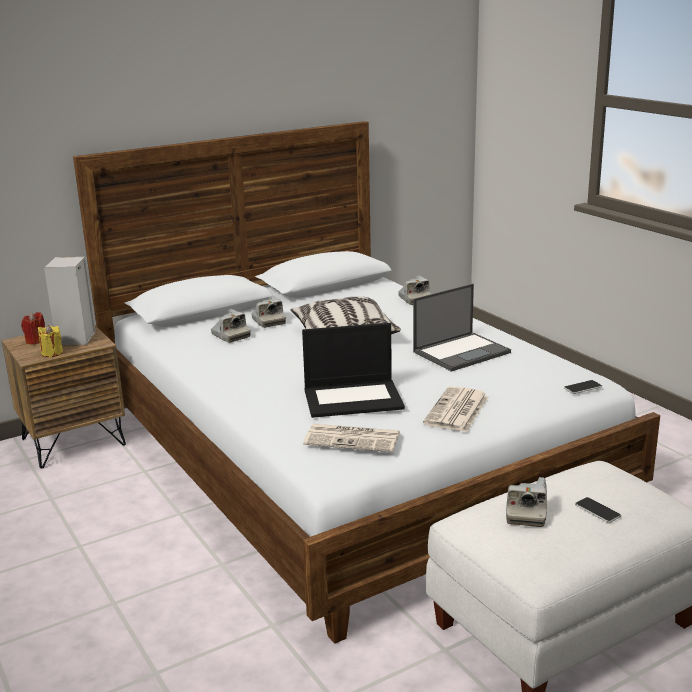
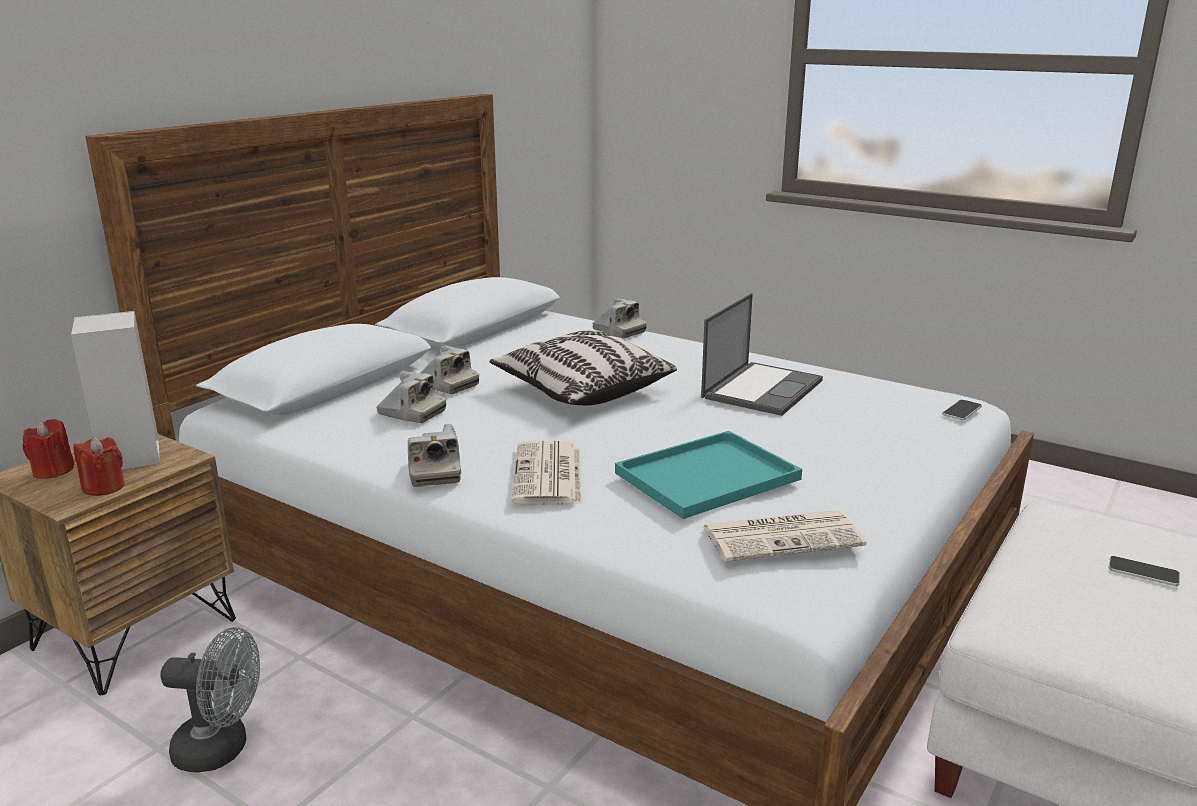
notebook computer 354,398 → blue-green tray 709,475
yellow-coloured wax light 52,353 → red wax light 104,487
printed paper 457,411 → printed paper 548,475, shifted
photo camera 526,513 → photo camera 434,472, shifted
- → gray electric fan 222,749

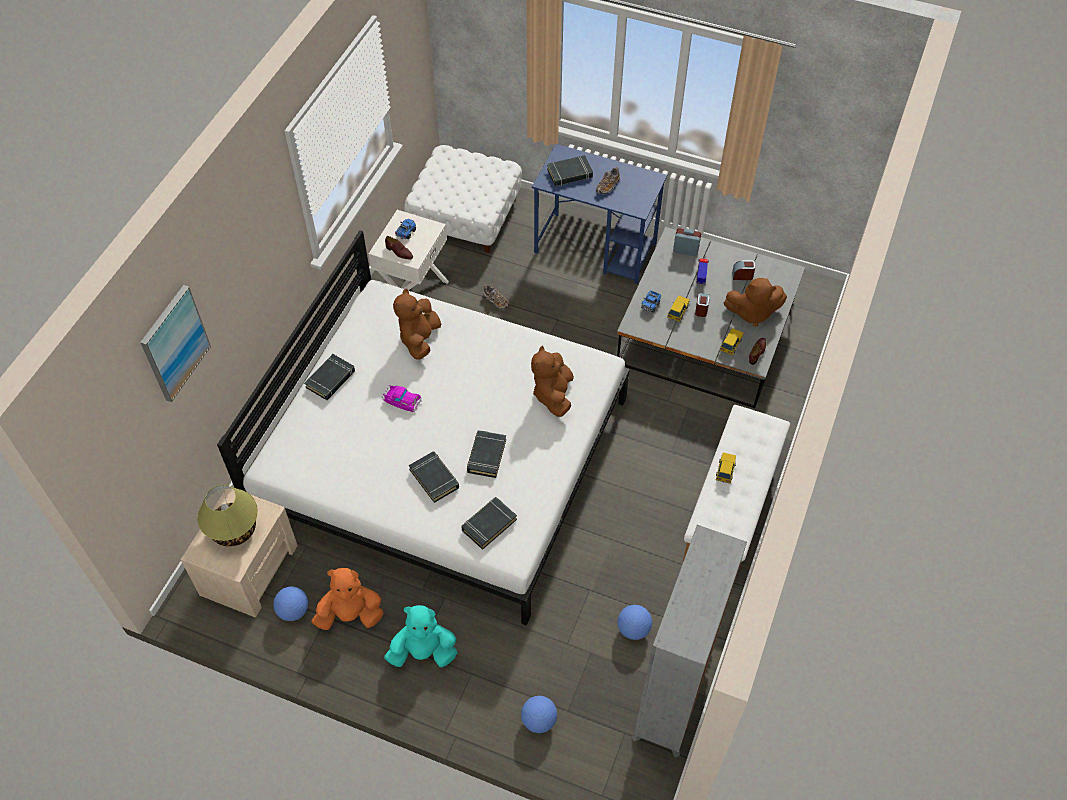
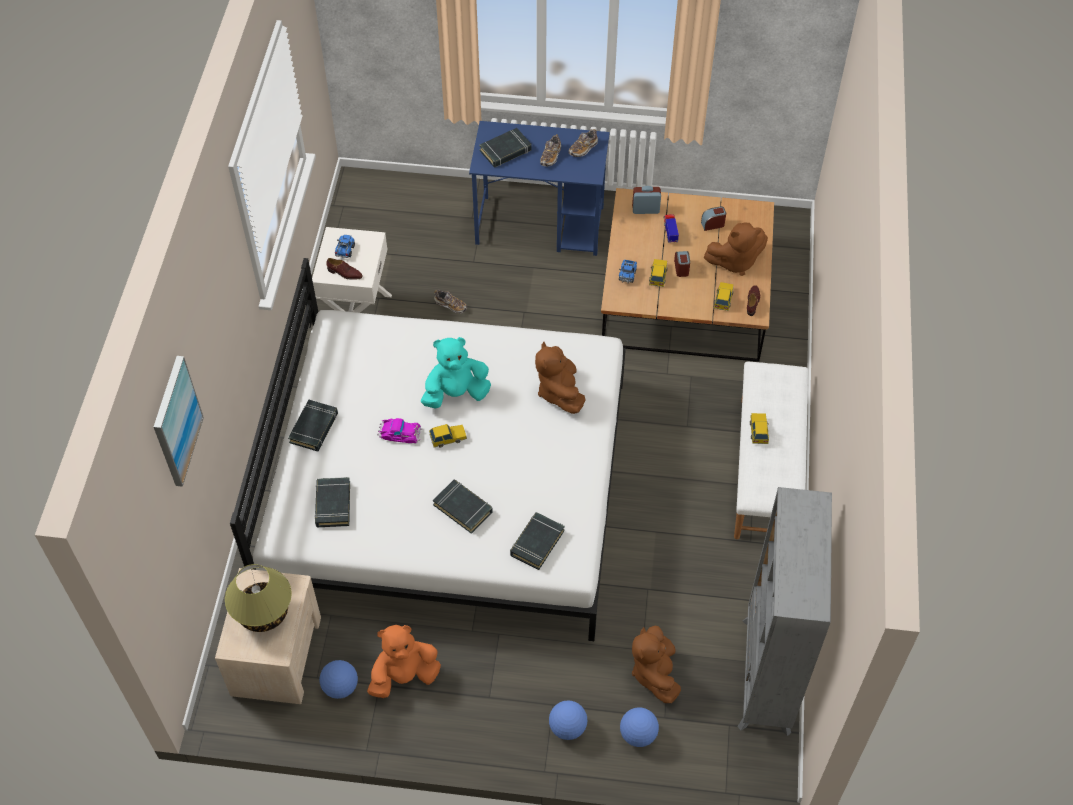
white ottoman 465,214 → -
gray low table 706,332 → brownish low table 685,292
brownish plush toy 419,339 → brownish plush toy 655,673, shifted
blackish bound book 486,456 → blackish bound book 333,504, shifted
blue-green plush toy 423,652 → blue-green plush toy 456,393, shifted
football 633,629 → football 567,727, shifted
- → low shoe 583,148
- → toy car 448,438

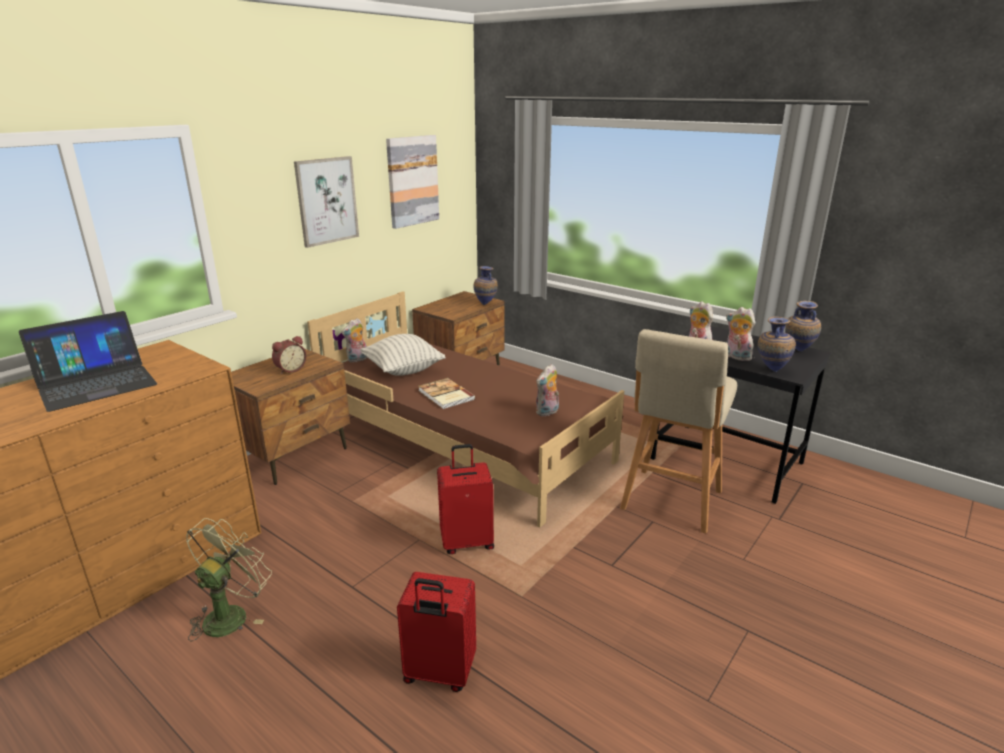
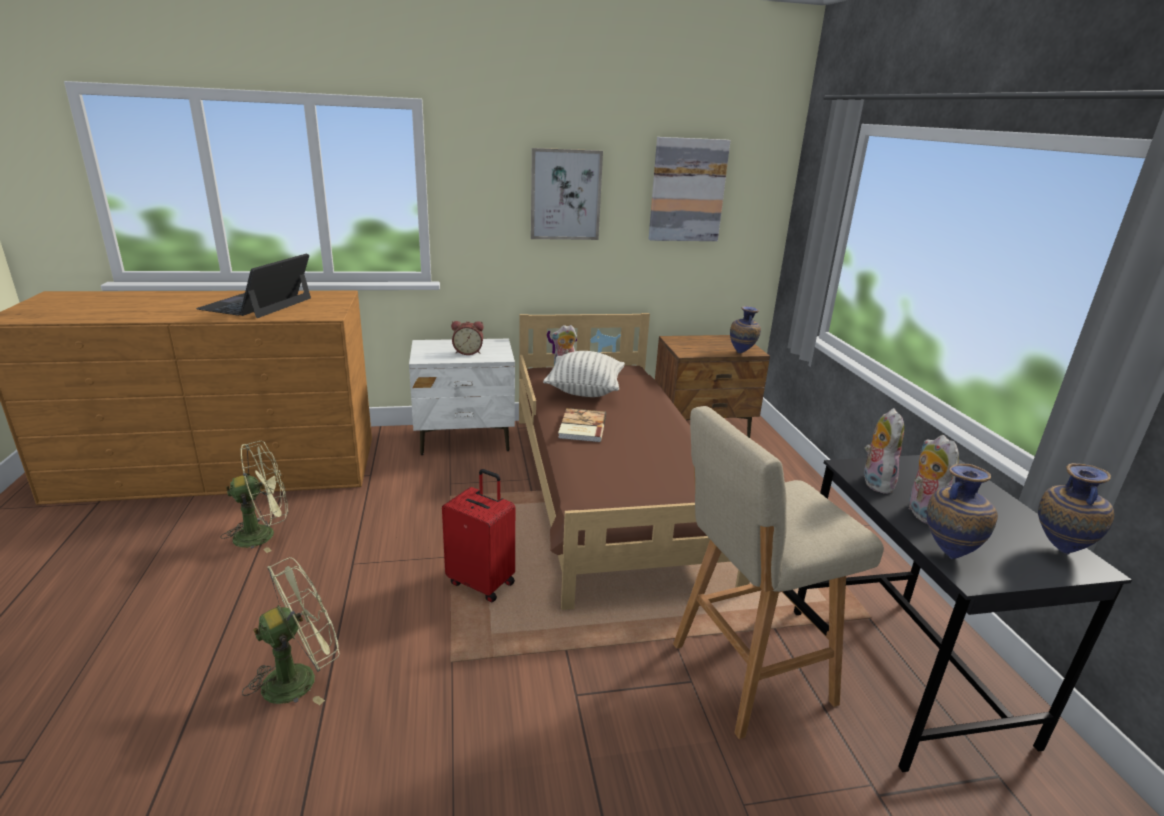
notebook computer 96,383 → notebook computer 257,304, 105 degrees clockwise
brownish night table 295,455 → white night table 465,439
plush toy 547,412 → -
red suitcase 439,673 → green electric fan 300,677

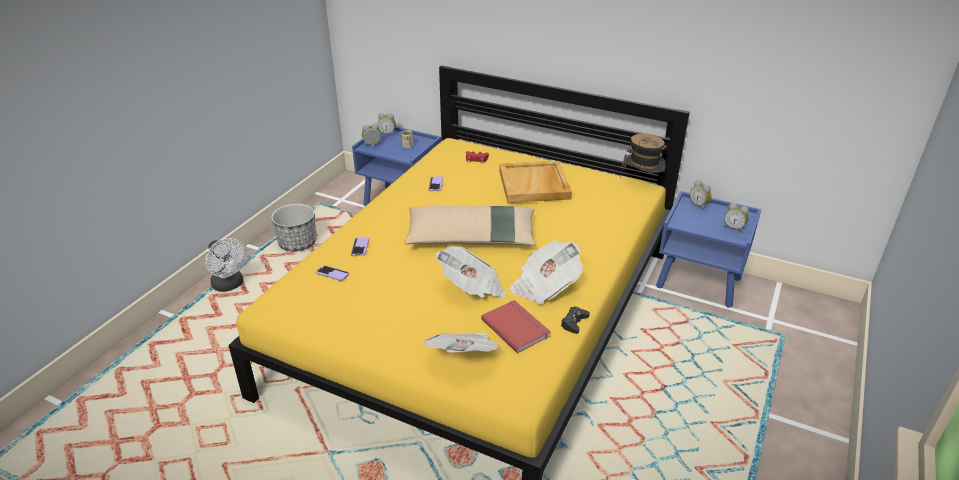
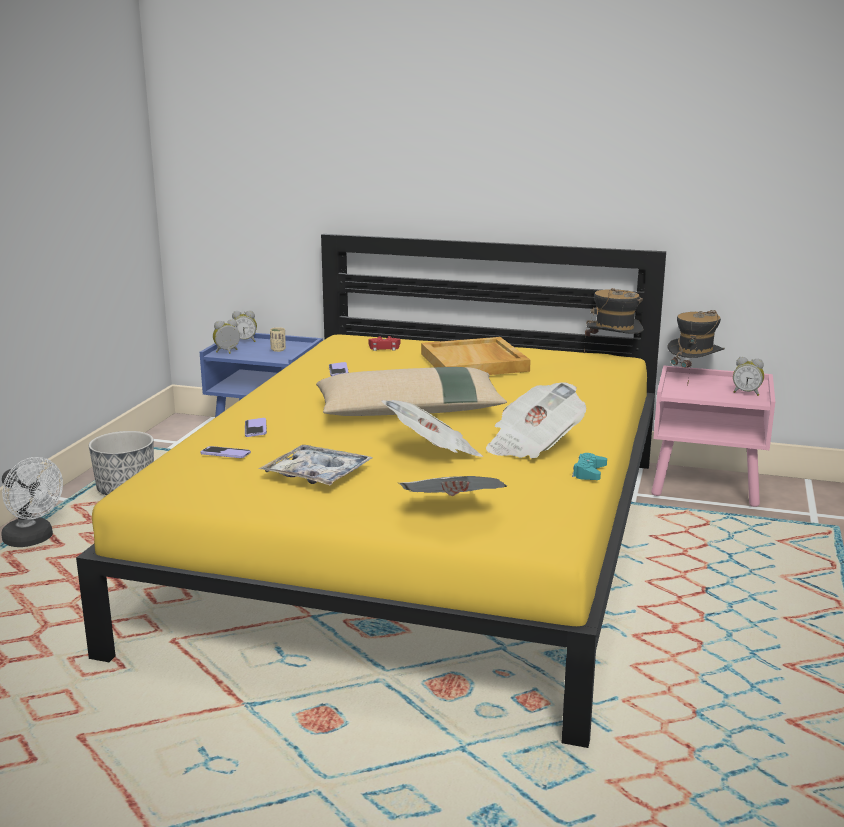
alarm clock 699,205 → wearable hat 693,377
bluish night table 699,283 → pinkish night table 707,487
red bound book 517,327 → -
blackish joypad 574,323 → blue-green joypad 589,472
- → tray 317,475

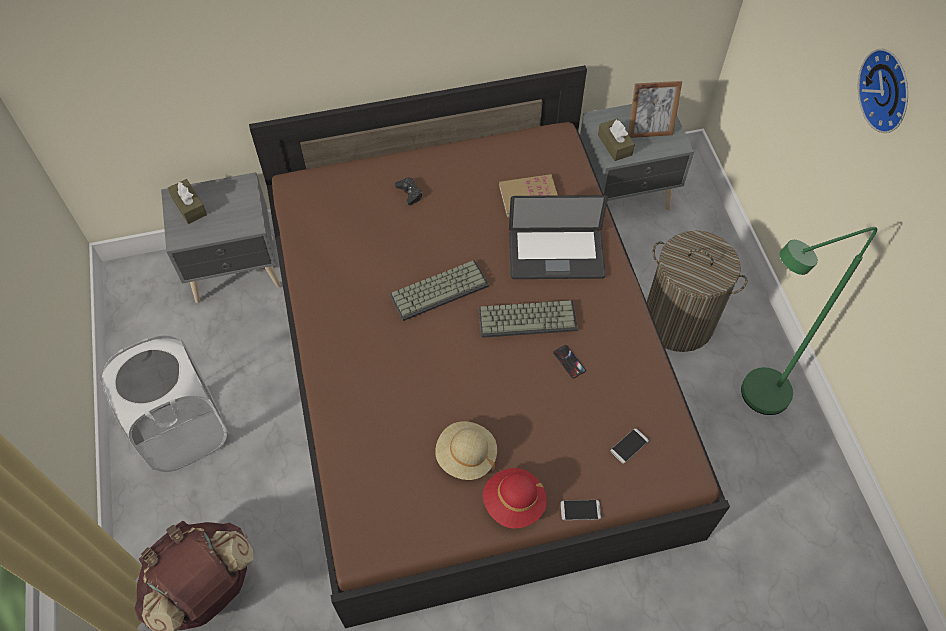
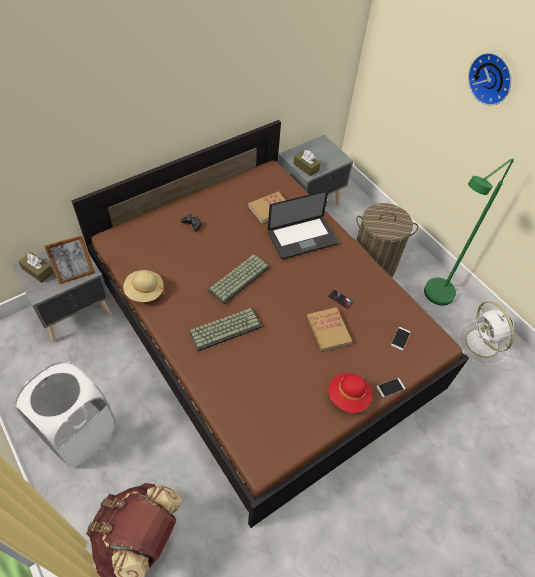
picture frame 649,131 → picture frame 76,274, shifted
computer keyboard 528,318 → computer keyboard 225,328, shifted
beige-coloured wearable hat 466,456 → beige-coloured wearable hat 144,291, shifted
- → white electric fan 483,344
- → bound book 328,330

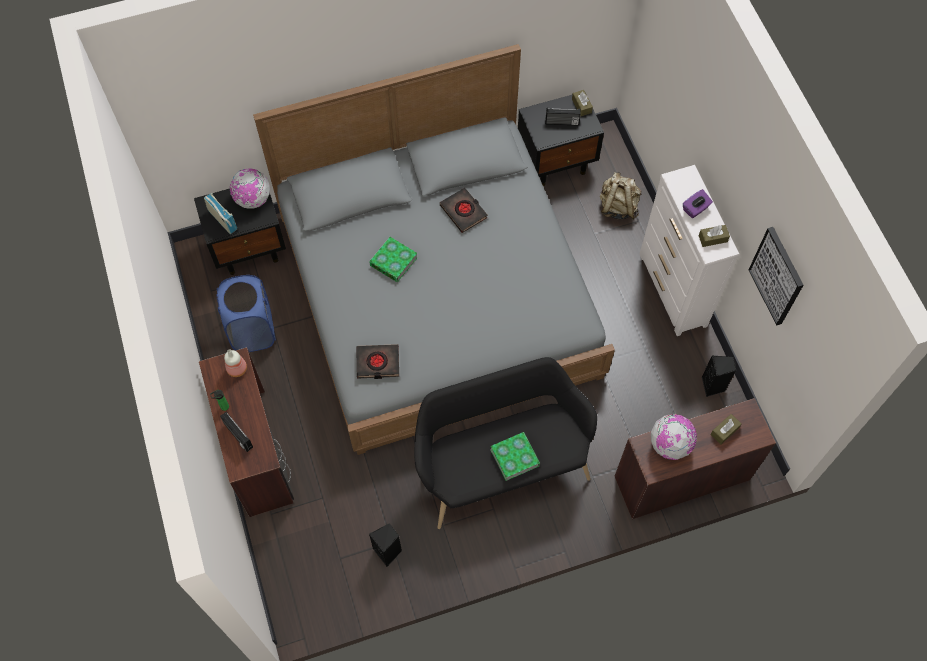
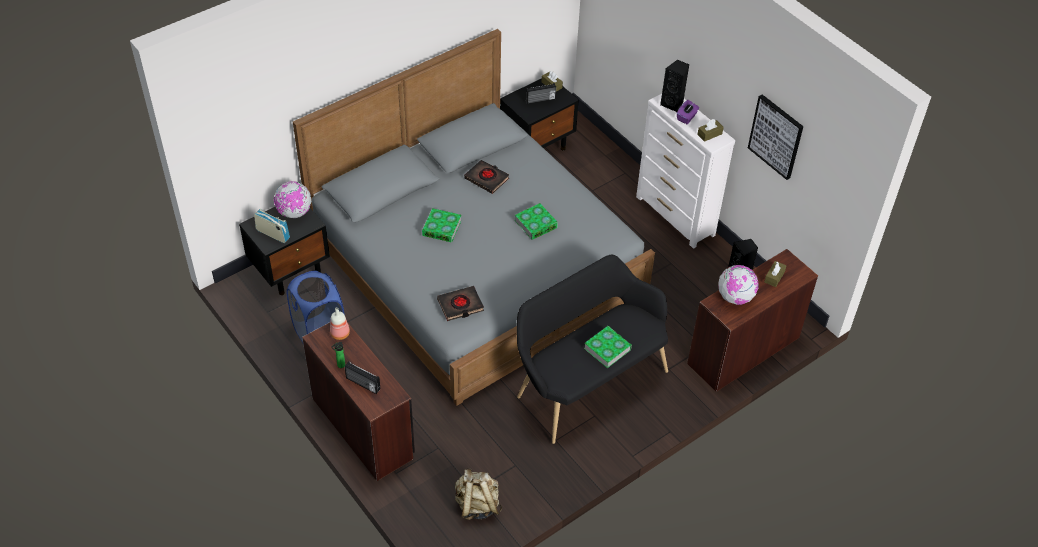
beige-coloured knapsack 617,206 → beige-coloured knapsack 477,505, shifted
blackish speaker 388,552 → blackish speaker 673,104, shifted
- → bound book 536,224

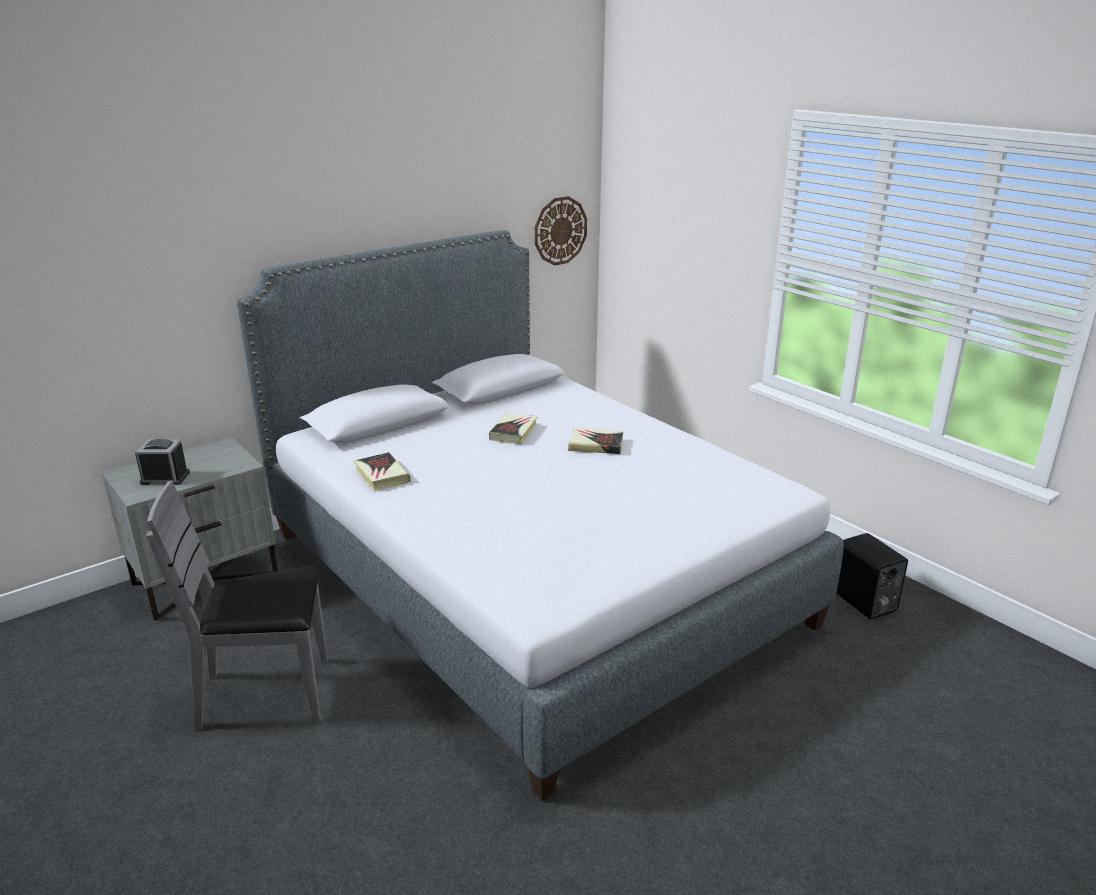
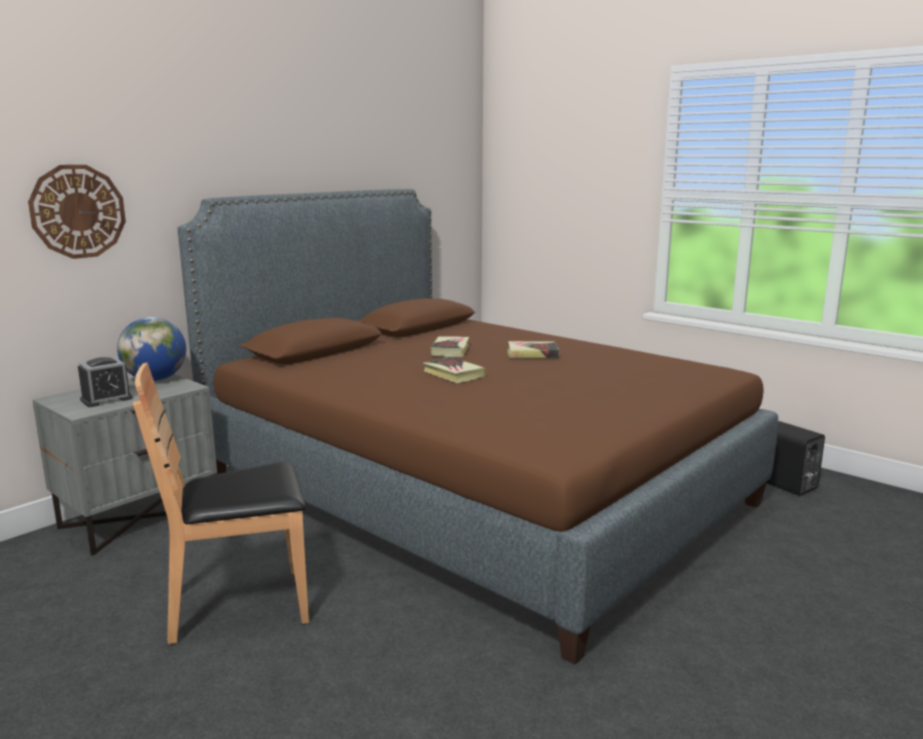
clock on the wall 560,231 → clock on the wall 78,211, shifted
gray bedroom bed 527,576 → brownish bedroom bed 472,490
alarm clock 165,478 → alarm clock 106,399, 150 degrees clockwise
bound book 381,475 → bound book 453,374, shifted
gray upright chair 266,695 → brownish upright chair 240,606
- → globe 155,379

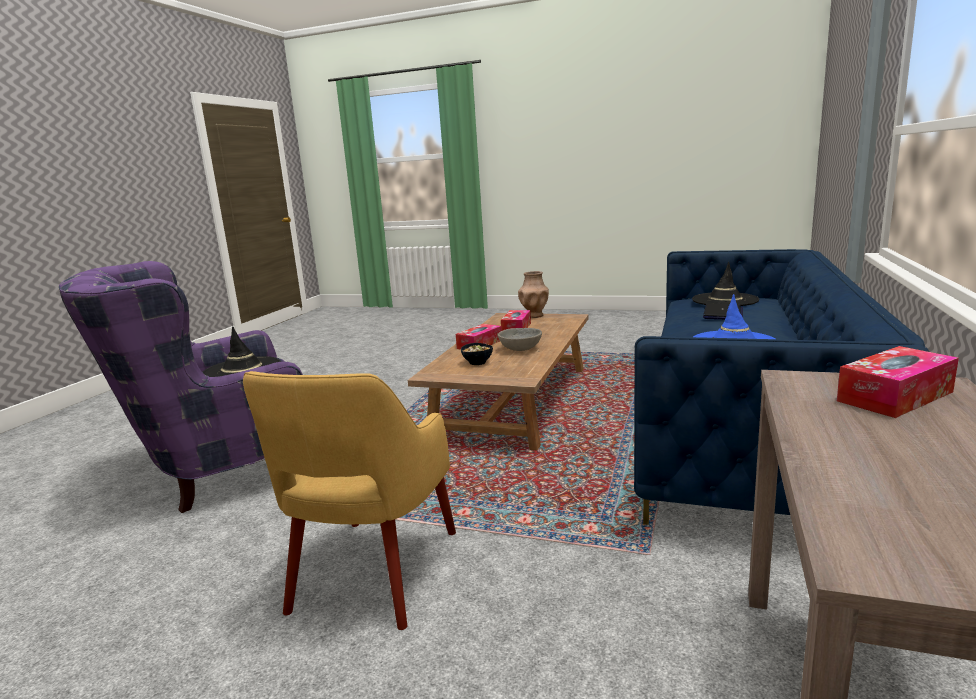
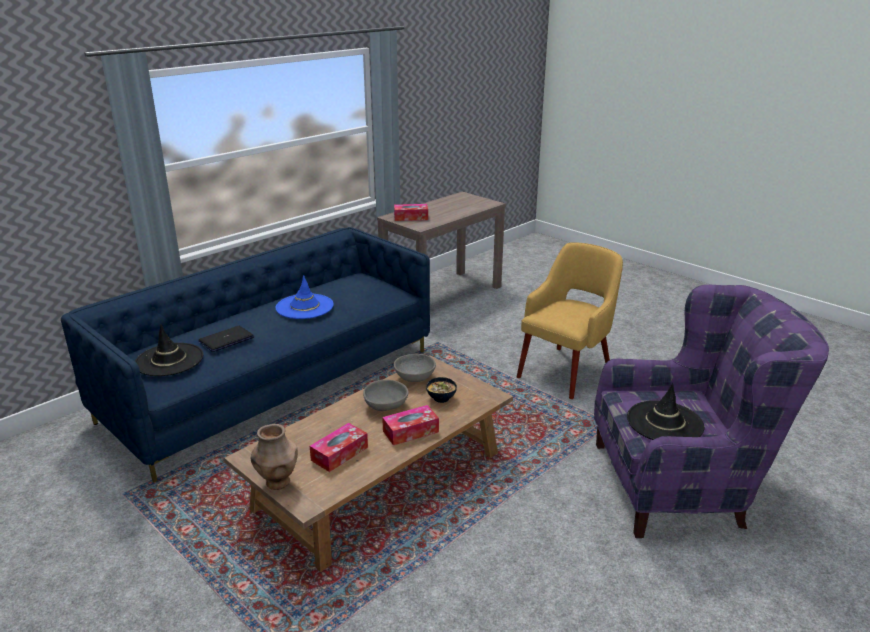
- → gray deep dish 414,377

